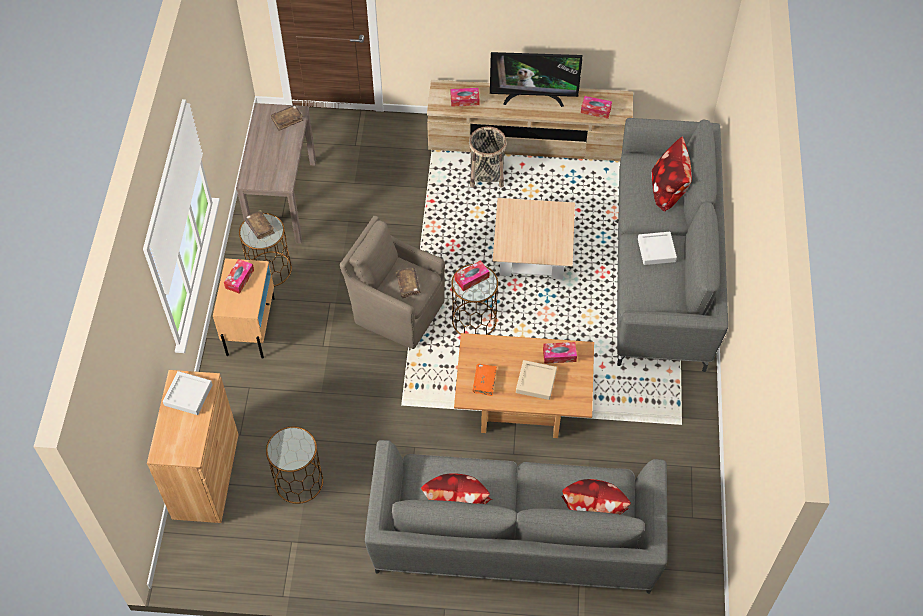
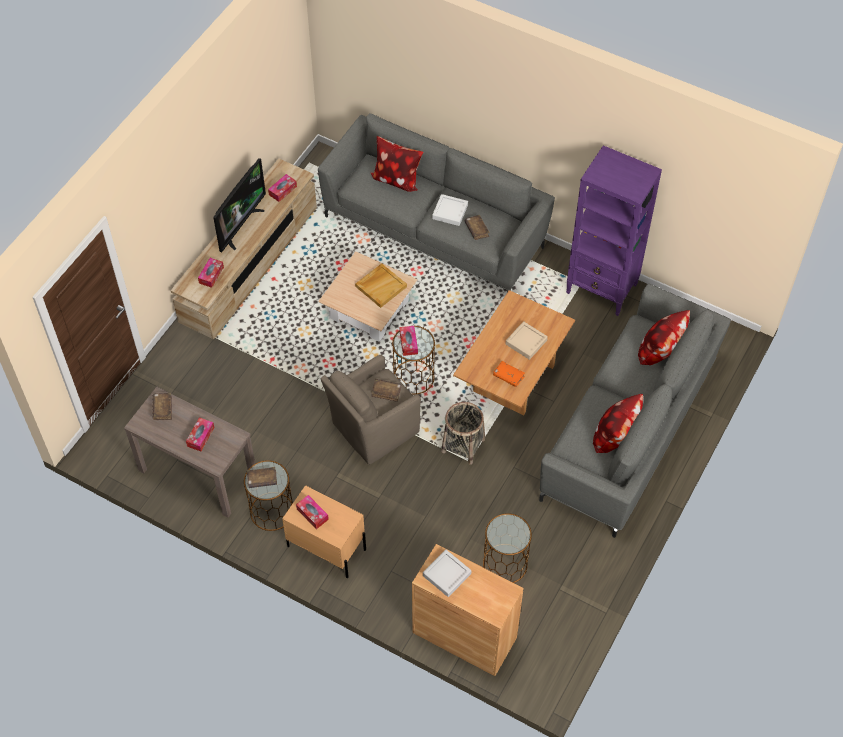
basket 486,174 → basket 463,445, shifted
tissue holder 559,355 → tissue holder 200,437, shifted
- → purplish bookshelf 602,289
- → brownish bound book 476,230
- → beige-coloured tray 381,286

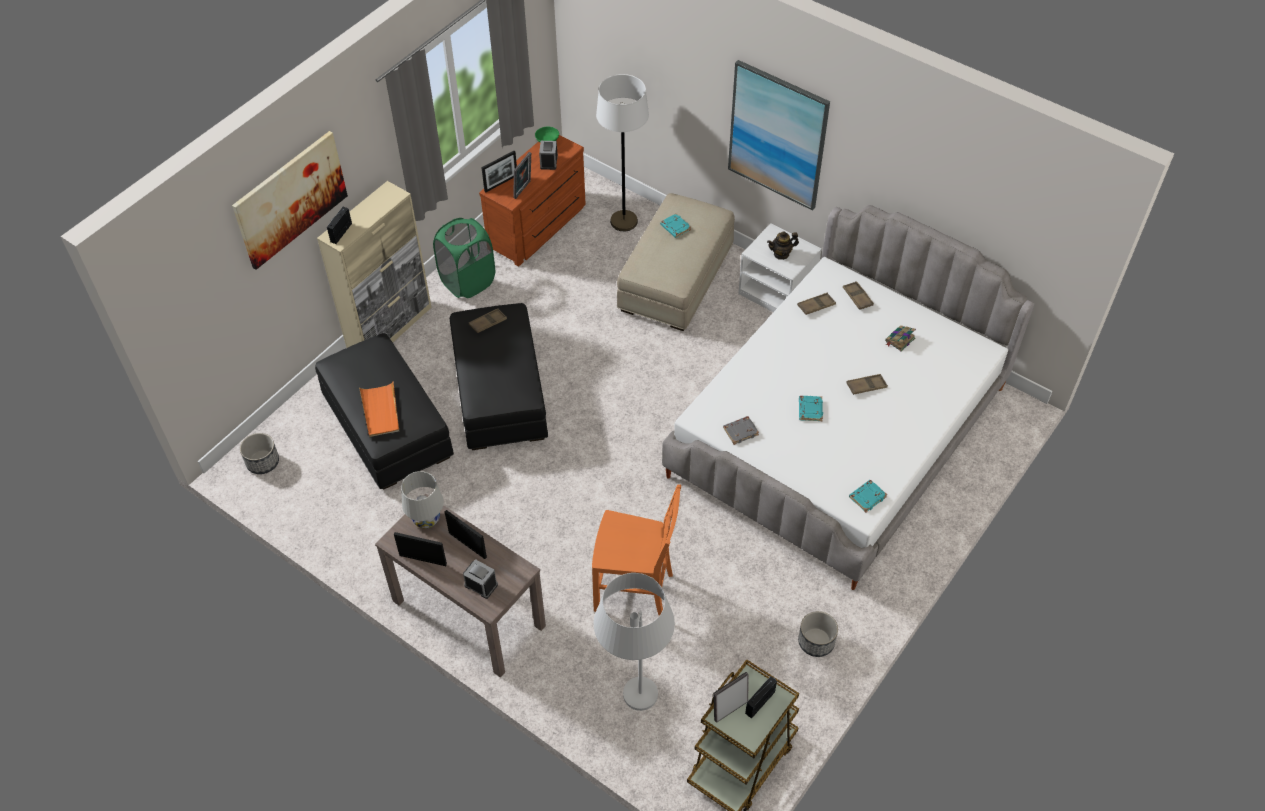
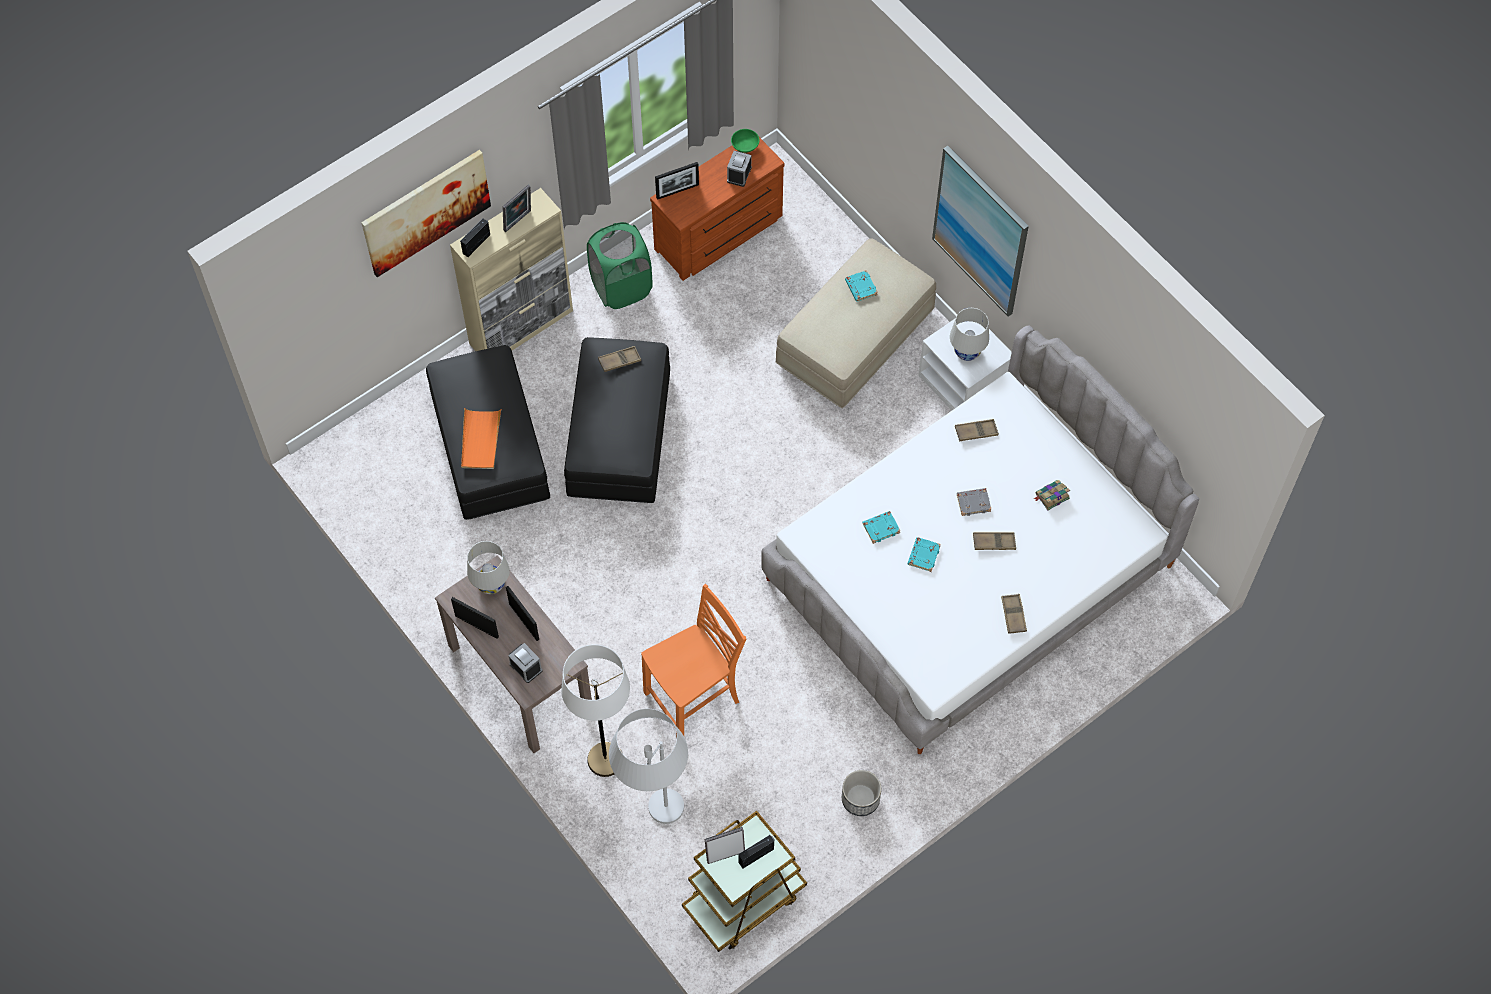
white standard lamp 624,221 → white standard lamp 605,760, shifted
picture frame 523,190 → picture frame 518,222, shifted
tea pot 781,254 → white table lamp 967,352
brownish tray 857,297 → brownish tray 1013,615, shifted
gray bound book 740,431 → gray bound book 973,502, shifted
flower pot 262,462 → -
blue-green bound book 867,497 → blue-green bound book 881,528, shifted
orange upright chair 635,592 → orange upright chair 694,698, 60 degrees counterclockwise

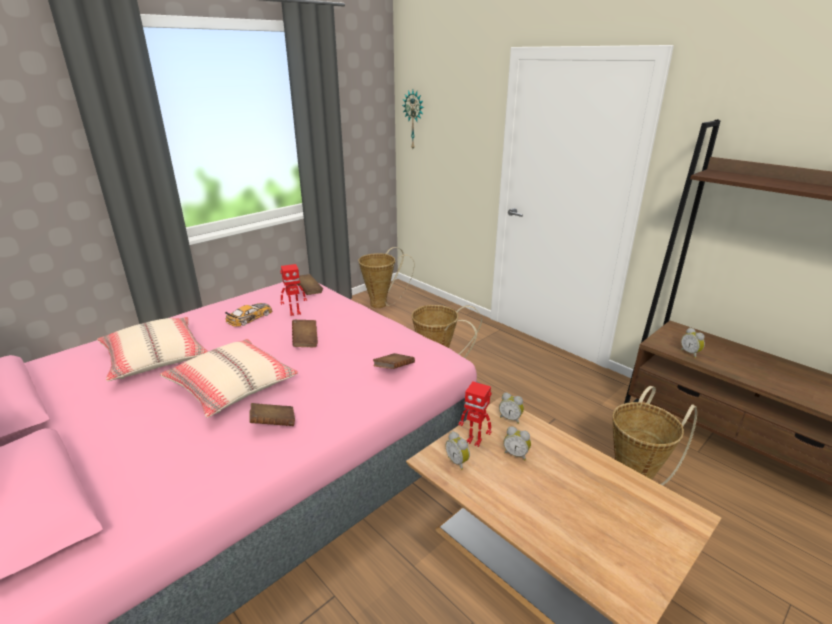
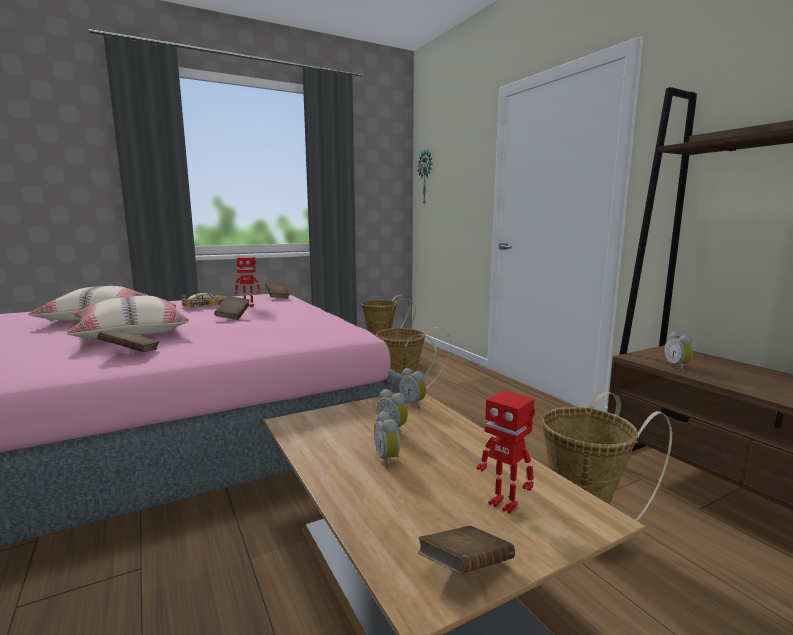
brownish bound book 394,370 → brownish bound book 465,568, shifted
toy robot 474,441 → toy robot 504,504, shifted
alarm clock 458,461 → alarm clock 389,459, shifted

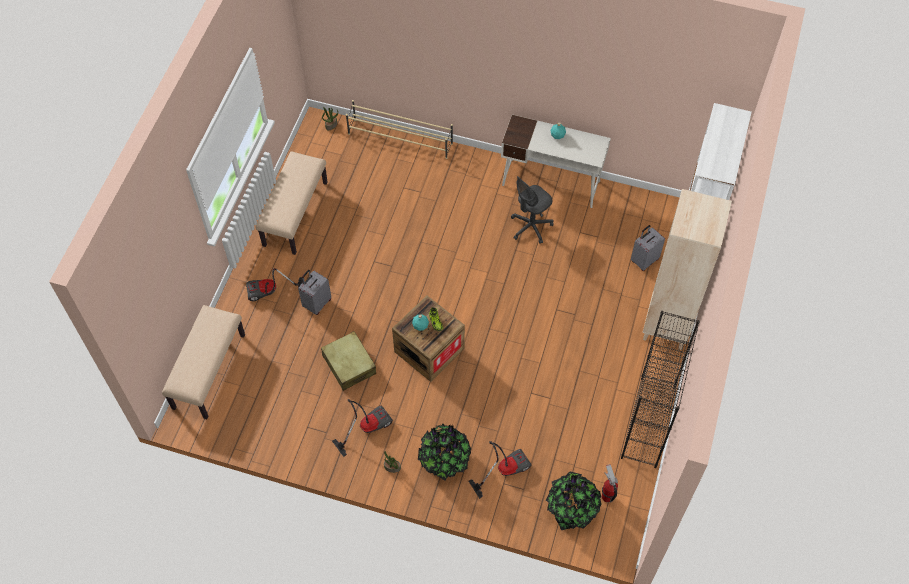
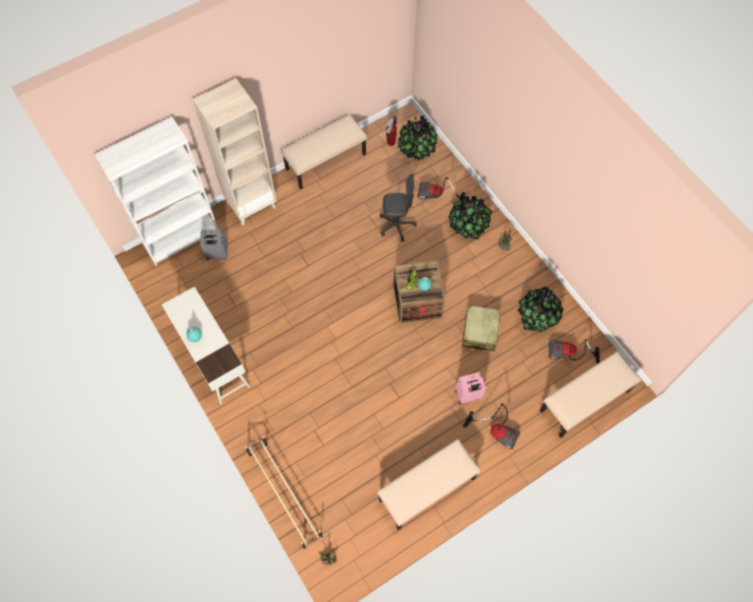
gray office chair 531,227 → gray office chair 396,225, shifted
gray suitcase 317,303 → pinkish suitcase 468,395
blackish bookshelf 648,423 → beige-coloured long seat 326,161
vacuum cleaner 366,427 → vacuum cleaner 568,355, shifted
- → potted plant 537,317

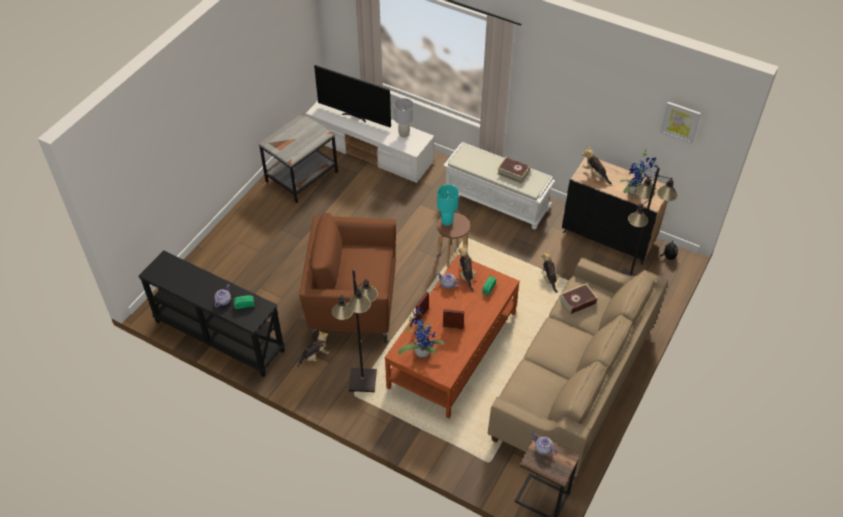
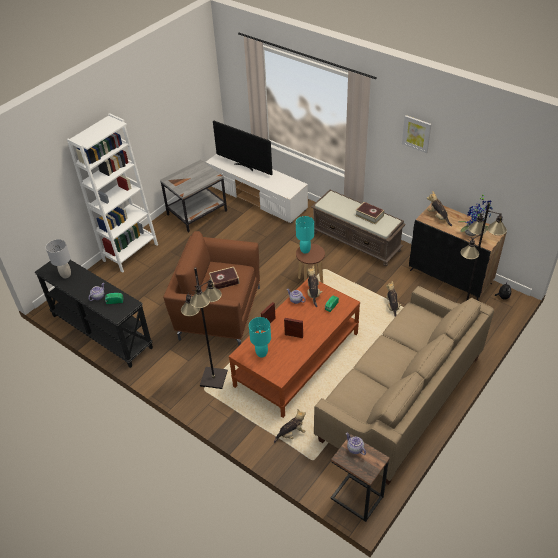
gray table lamp 404,134 → gray table lamp 66,275, shifted
picture 680,121 → picture 416,133, shifted
white long seat 497,200 → brownish long seat 356,241
bound book 577,302 → bound book 224,281, shifted
potted plant 421,350 → blue-green table lamp 262,353
plush toy 315,356 → plush toy 291,433, shifted
- → white bookshelf 130,252

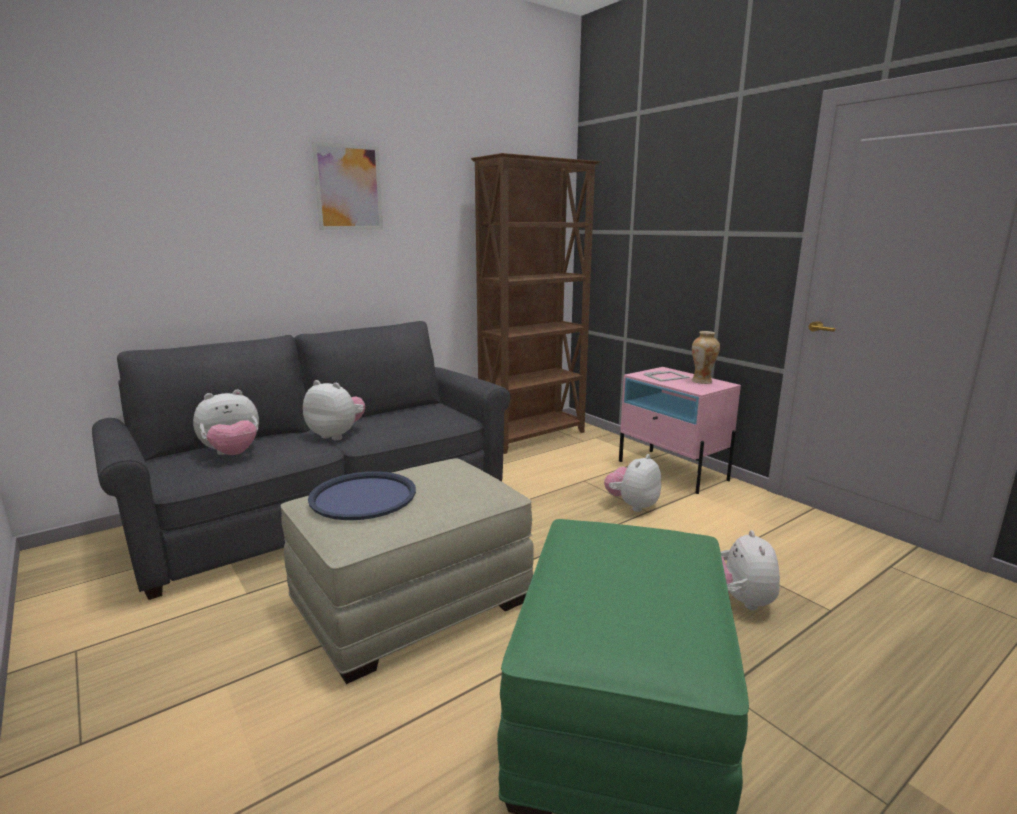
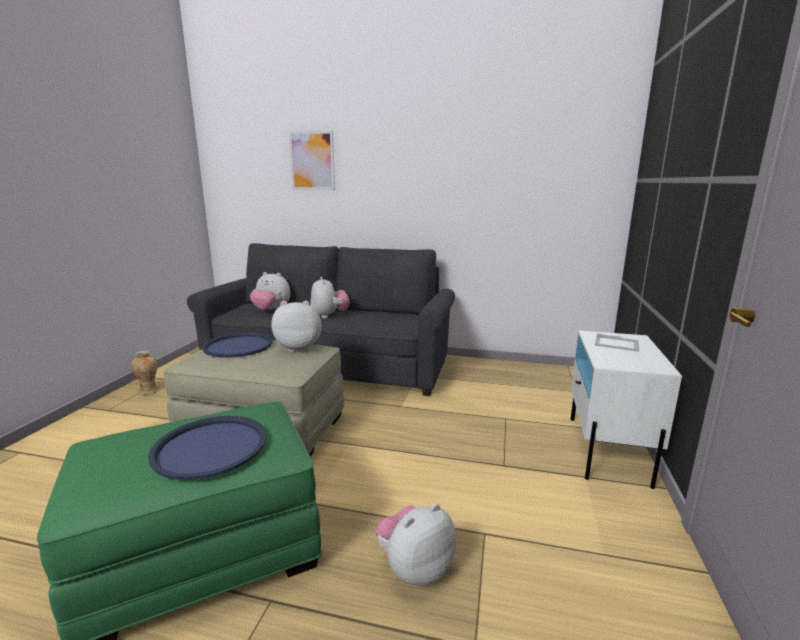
picture 348,187 → picture 312,161, shifted
brownish bookshelf 534,436 → -
vase 702,381 → vase 149,391, shifted
pinkish night table 672,470 → white night table 607,449
plush toy 632,505 → plush toy 299,347, shifted
- → bluish tray 210,447

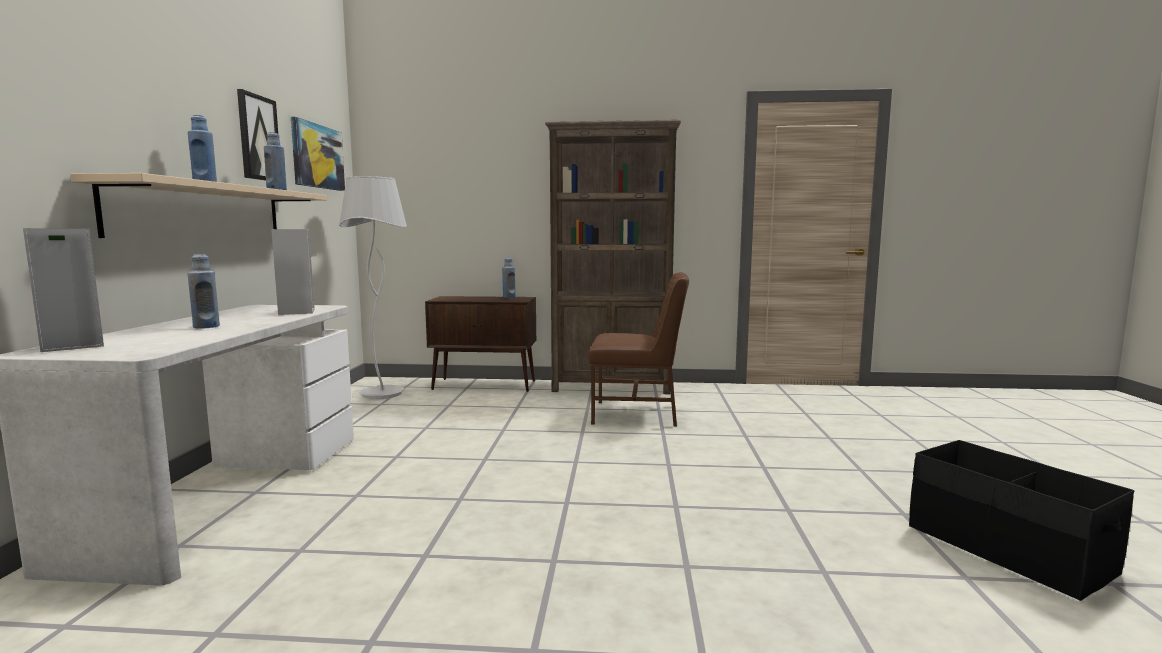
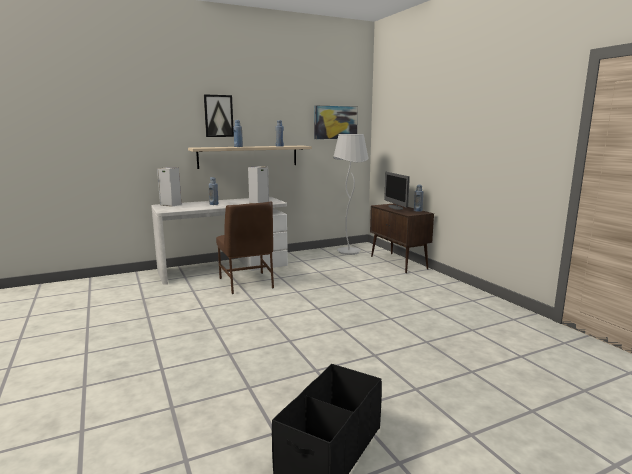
picture 258,138 → picture 218,116, shifted
brownish bookshelf 611,387 → -
brownish upright chair 637,414 → brownish upright chair 247,283, shifted
- → computer display 395,207

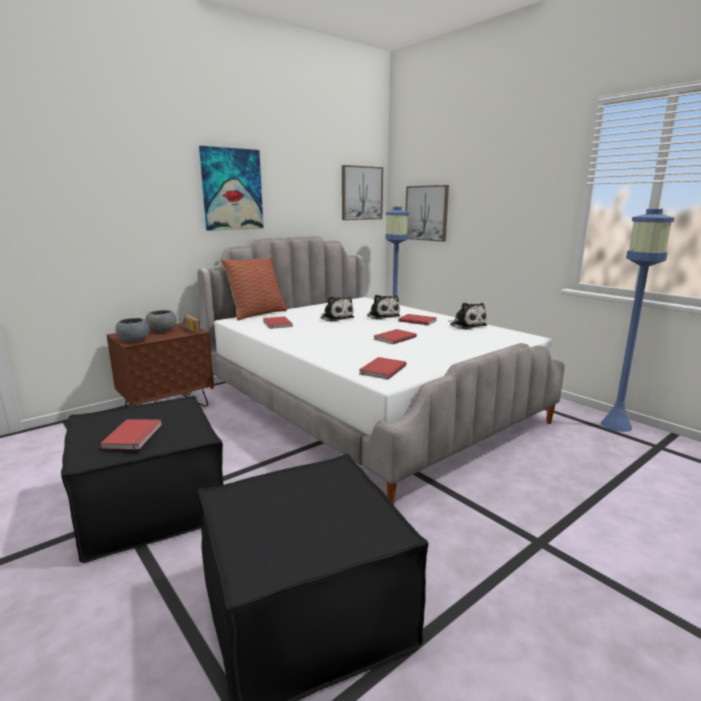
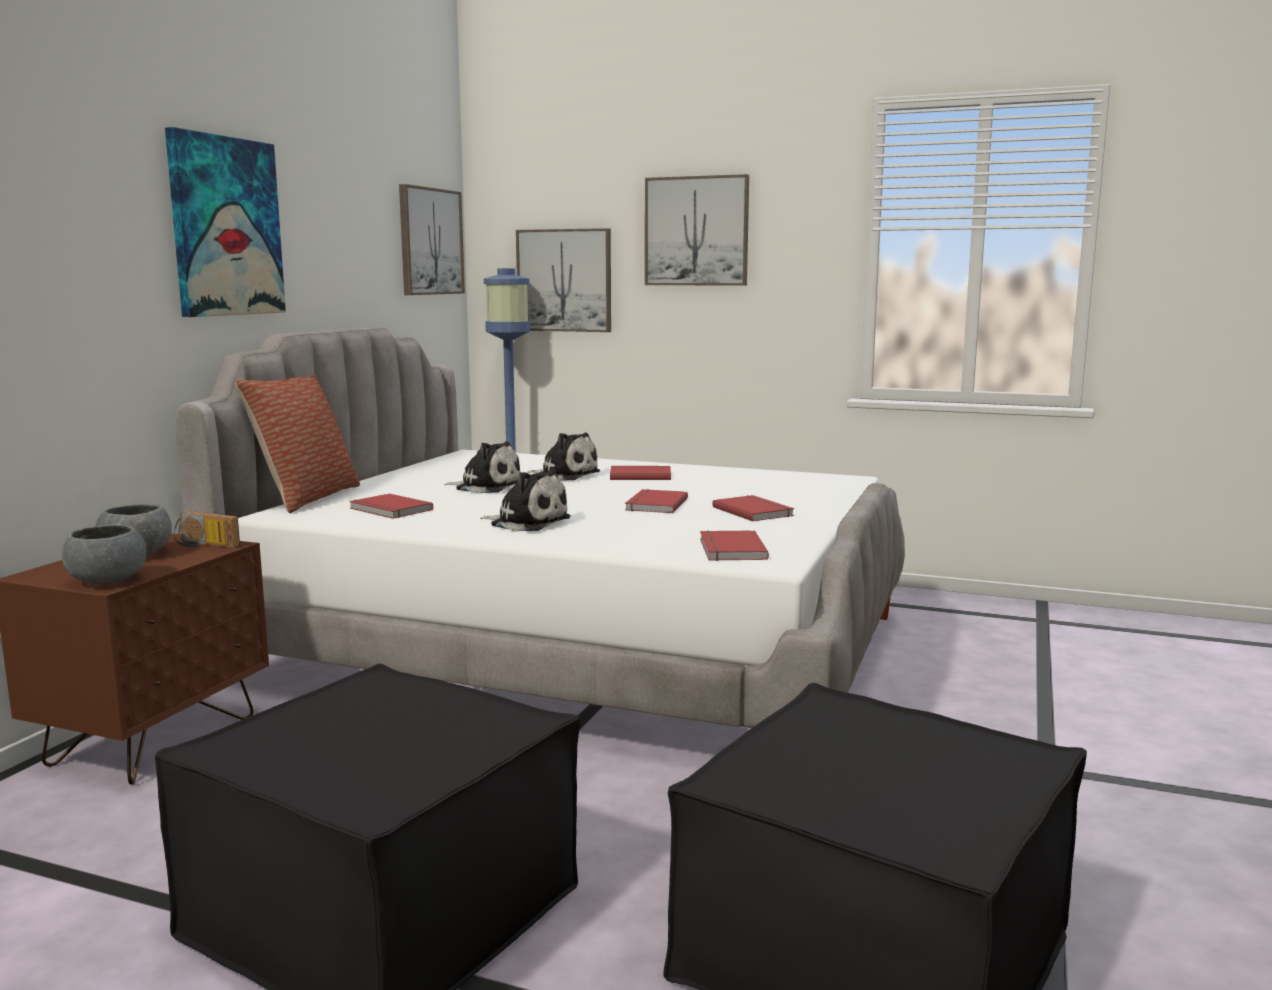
bluish standard lamp 616,425 → -
plush toy 466,325 → plush toy 527,522, shifted
red bound book 135,436 → red bound book 754,511, shifted
- → picture 696,231

